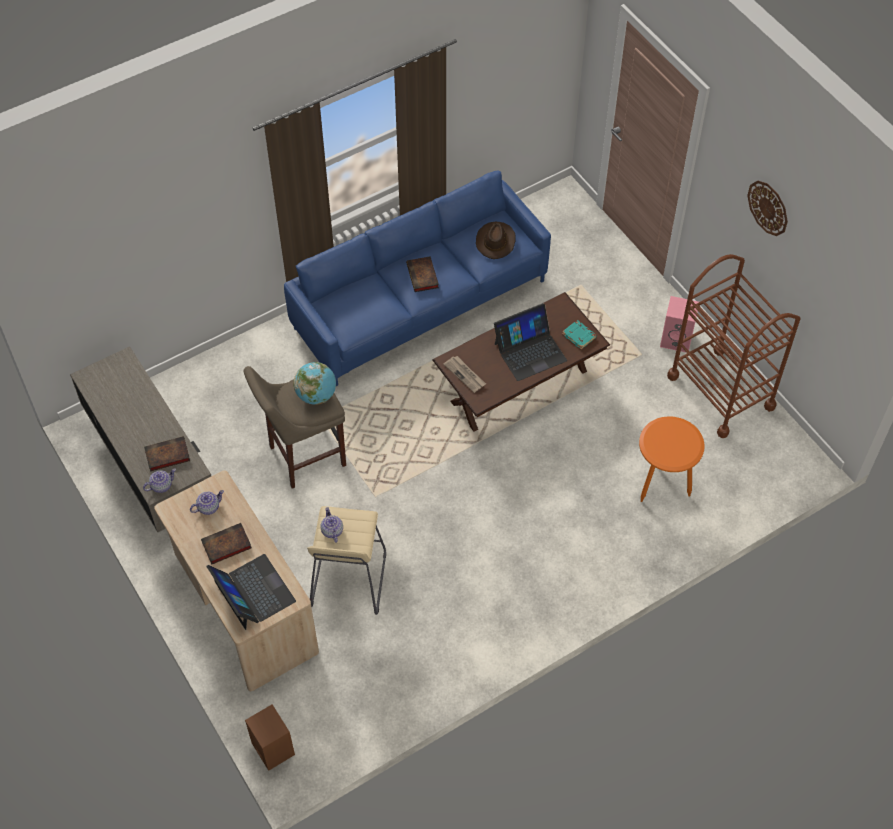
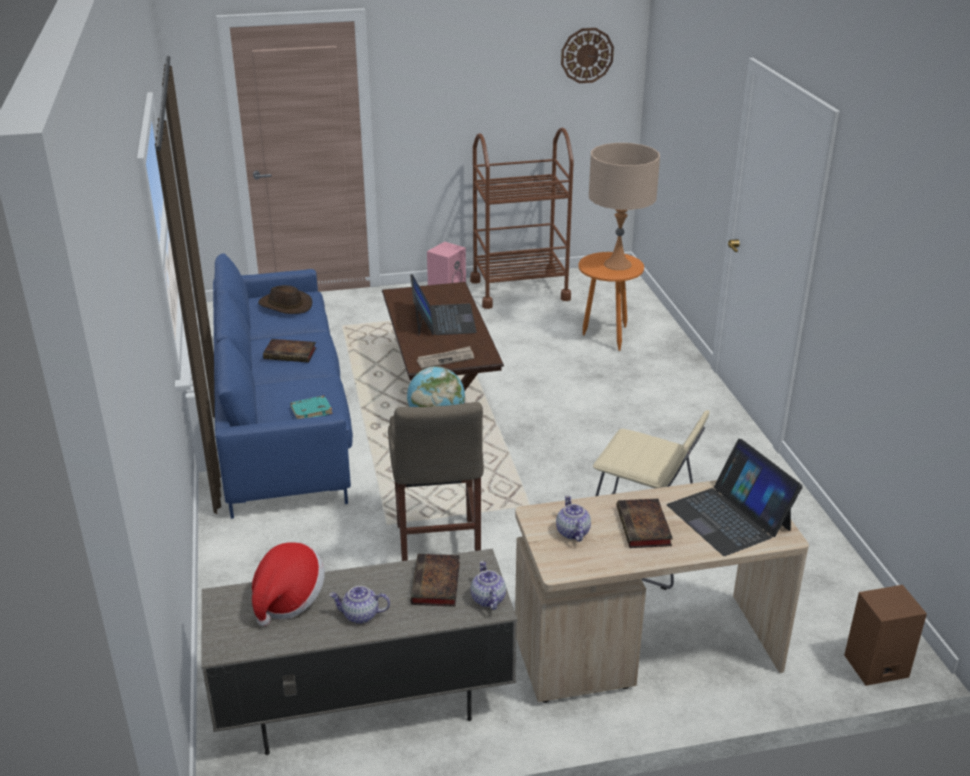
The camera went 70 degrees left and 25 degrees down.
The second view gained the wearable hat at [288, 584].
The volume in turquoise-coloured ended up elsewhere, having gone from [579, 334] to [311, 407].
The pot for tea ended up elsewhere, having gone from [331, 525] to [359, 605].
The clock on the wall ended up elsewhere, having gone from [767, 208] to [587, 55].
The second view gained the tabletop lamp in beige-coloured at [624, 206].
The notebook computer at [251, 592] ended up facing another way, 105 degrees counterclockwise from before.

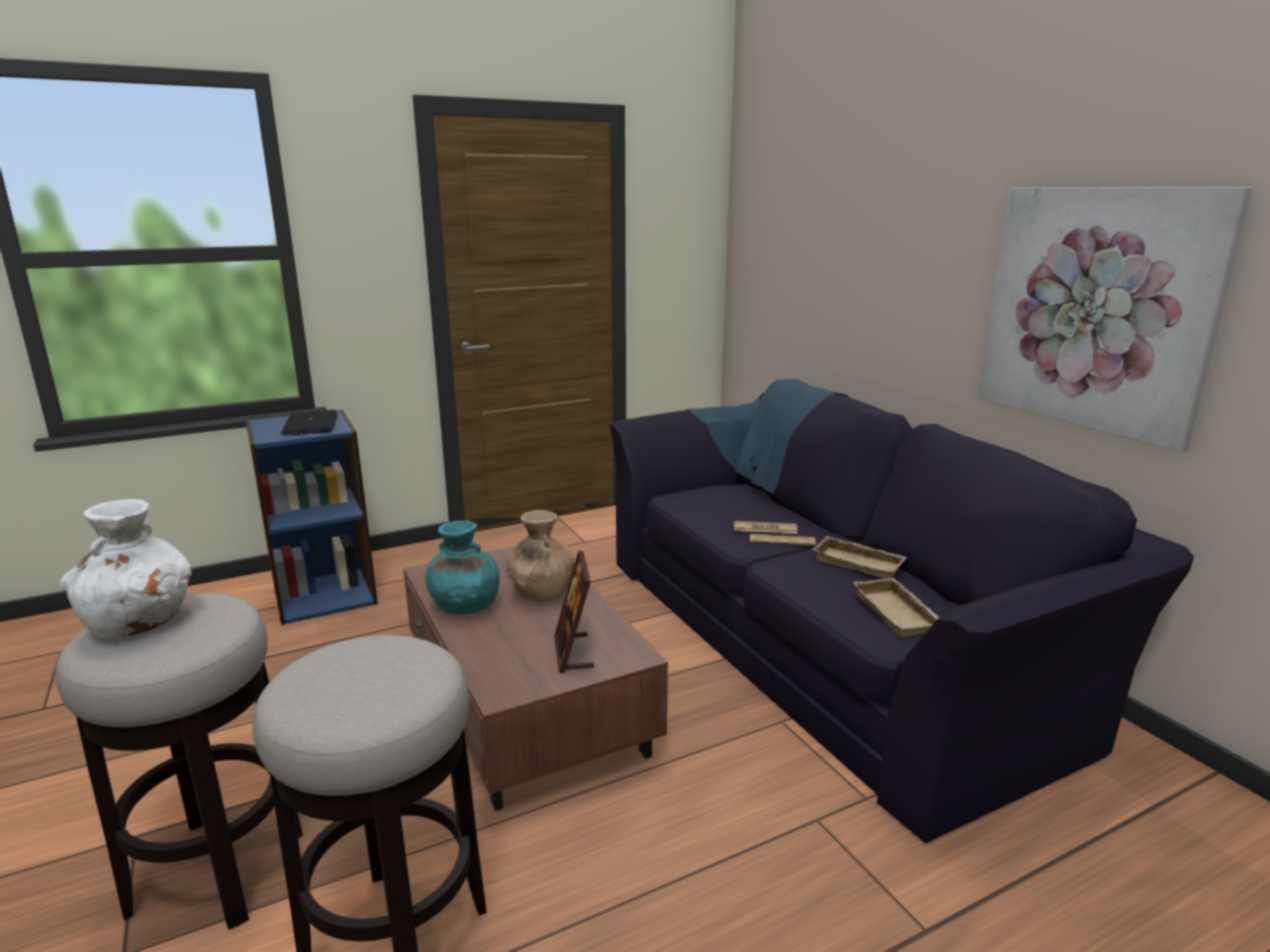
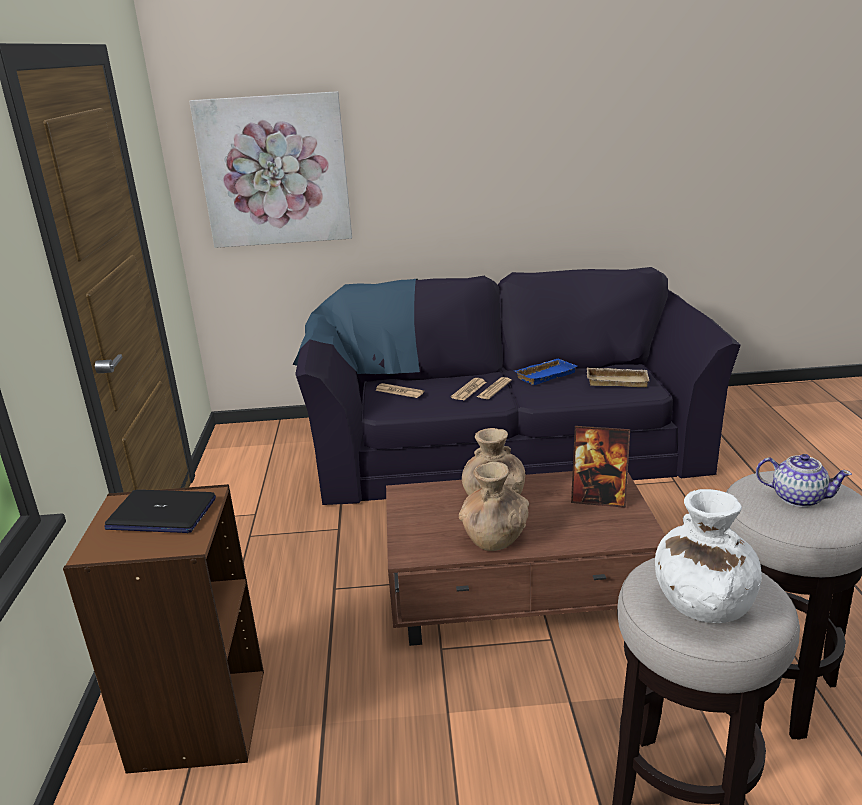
The camera went 65 degrees left and 5 degrees up.
What was the shelving unit in bluish at [312, 517] turned into the shelving unit in brown-coloured at [163, 629].
The wall art ended up elsewhere, having gone from [1115, 319] to [270, 169].
The second view gained the printed paper at [399, 390].
What was the vase in turquoise-coloured at [462, 567] turned into the vase in brown-coloured at [494, 506].
What was the serving tray in beige-coloured at [860, 557] turned into the serving tray in bluish at [546, 372].
The second view gained the pot for tea at [804, 480].

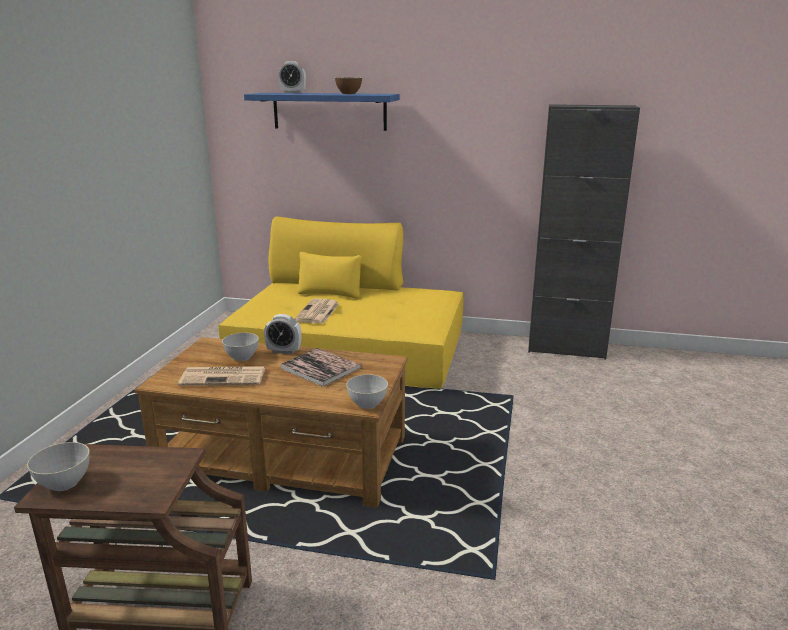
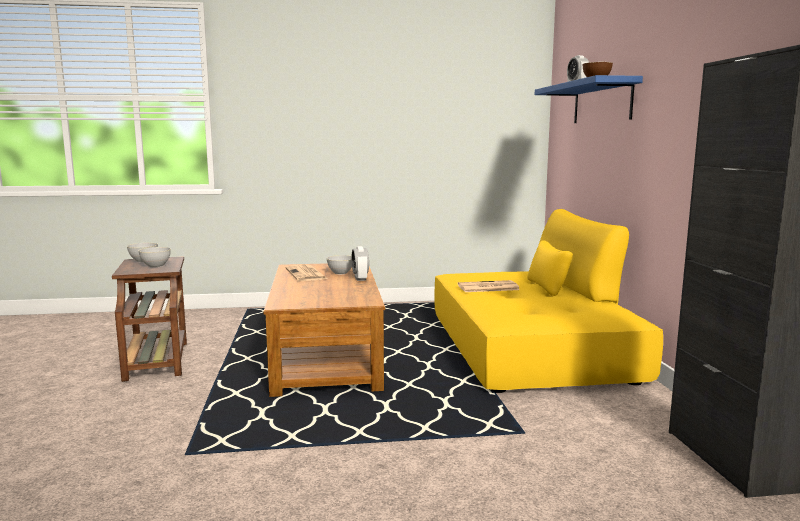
The camera went 70 degrees right and 10 degrees down.
The bowl in greyish ended up elsewhere, having gone from [367, 391] to [154, 257].
The second view lost the volume at [320, 367].

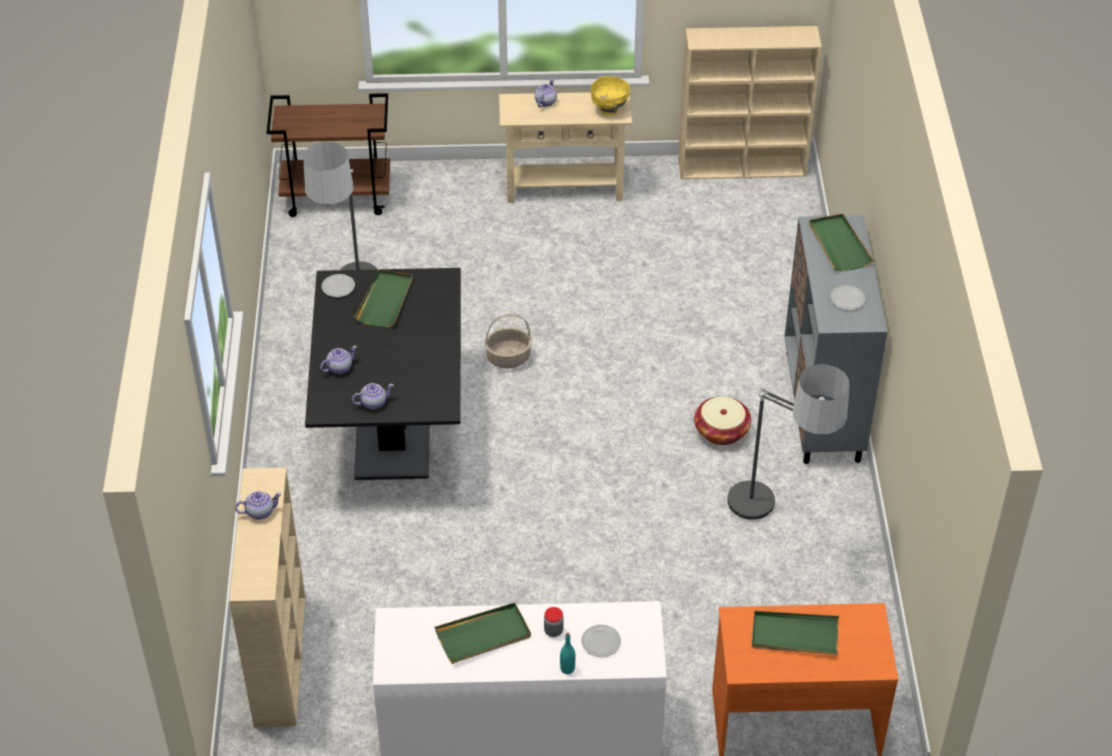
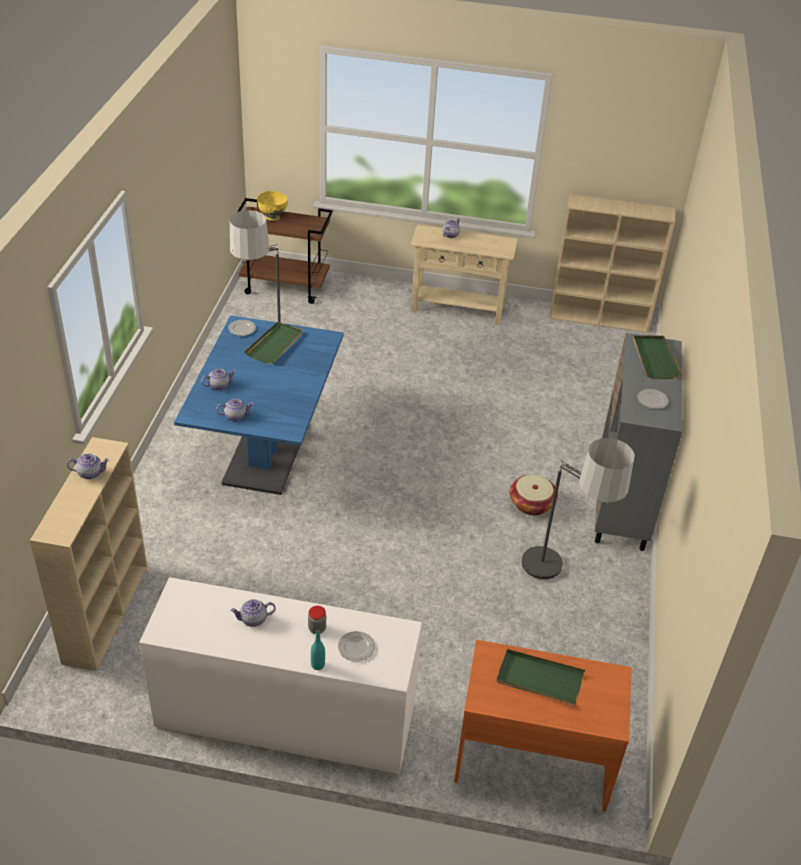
The camera went 10 degrees right and 5 degrees down.
What was the dining table in blackish at [383, 374] turned into the dining table in bluish at [259, 405].
Where the serving tray in green-coloured stood at [483, 633], the pot for tea came to stand at [253, 613].
The bowl in yellow-coloured ended up elsewhere, having gone from [610, 96] to [272, 206].
The second view lost the household basket at [508, 341].

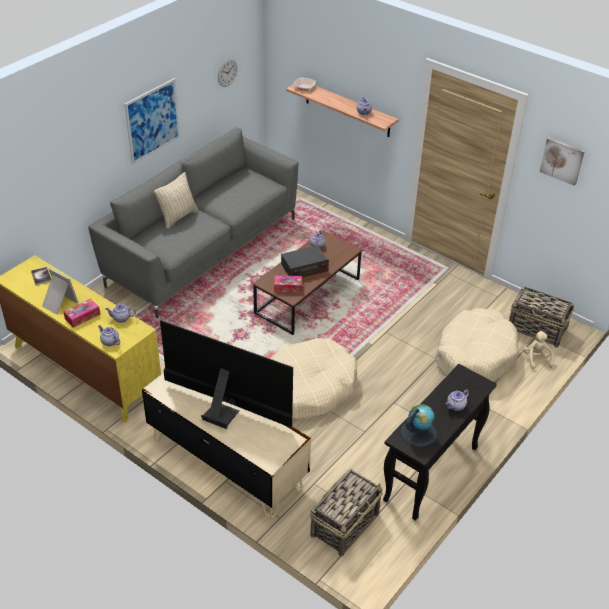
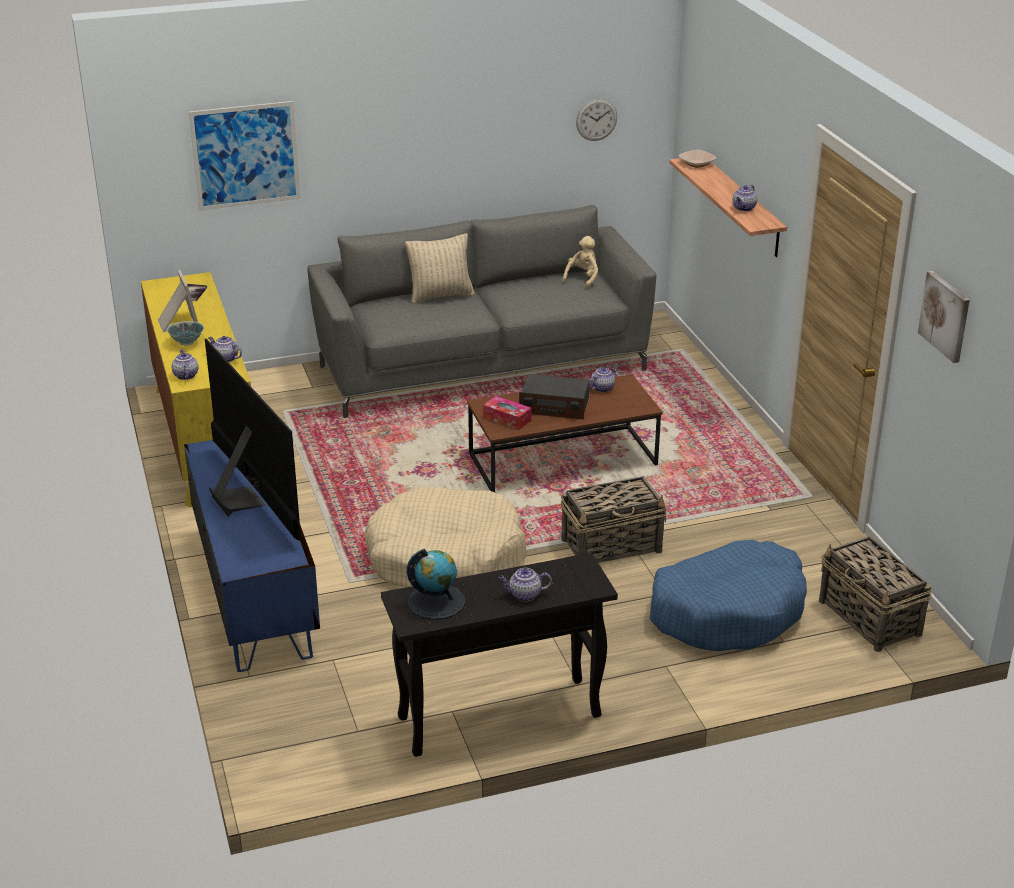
The camera went 35 degrees right and 10 degrees down.
Where the tissue box stood at [81, 313], the bowl came to stand at [185, 333].
What was the tv stand in beige-coloured at [226, 446] turned into the tv stand in bluish at [252, 556].
The wall art ended up elsewhere, having gone from [152, 121] to [244, 156].
The household basket ended up elsewhere, having gone from [346, 512] to [614, 519].
The soft toy in beige-coloured ended up elsewhere, having gone from [538, 350] to [580, 262].
What was the dog bed in beige-coloured at [477, 345] turned into the dog bed in bluish at [728, 595].

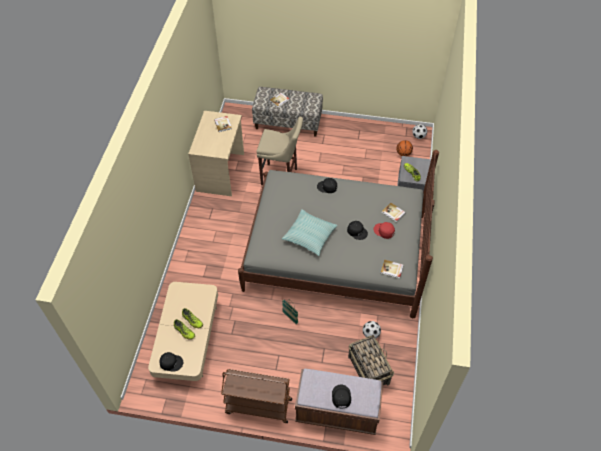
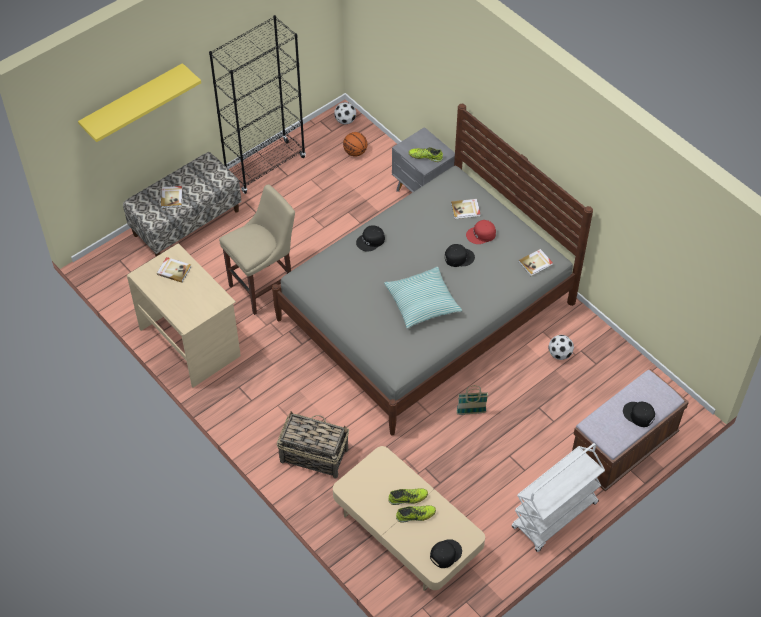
The camera went 50 degrees left and 0 degrees up.
The second view gained the shelf in yellow-coloured at [139, 102].
The second view gained the shelving unit in blackish at [257, 104].
The household basket ended up elsewhere, having gone from [371, 360] to [313, 445].
What was the wheeled cart in brown-coloured at [256, 396] turned into the wheeled cart in white-coloured at [558, 497].

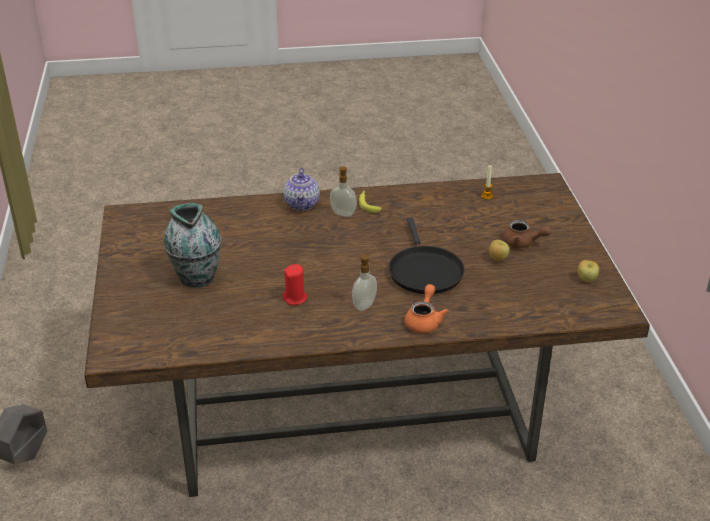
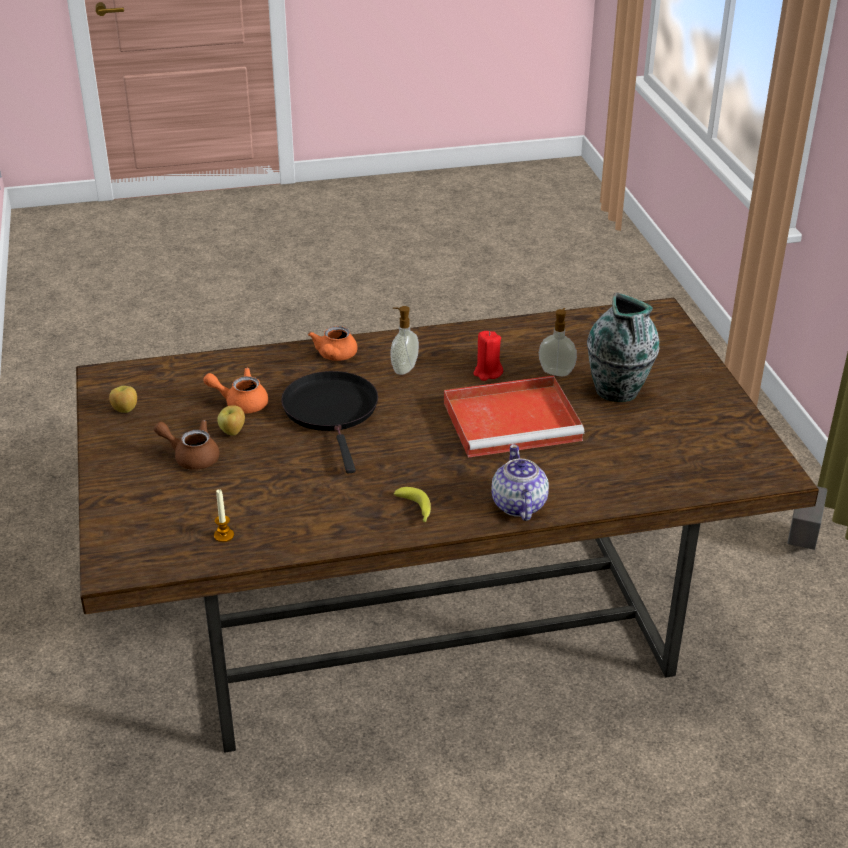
The camera went 175 degrees right and 0 degrees up.
The second view gained the pot for tea in orangey at [235, 390].
The second view gained the serving tray in reddish at [514, 416].
The soap dispenser ended up elsewhere, having gone from [343, 191] to [558, 342].

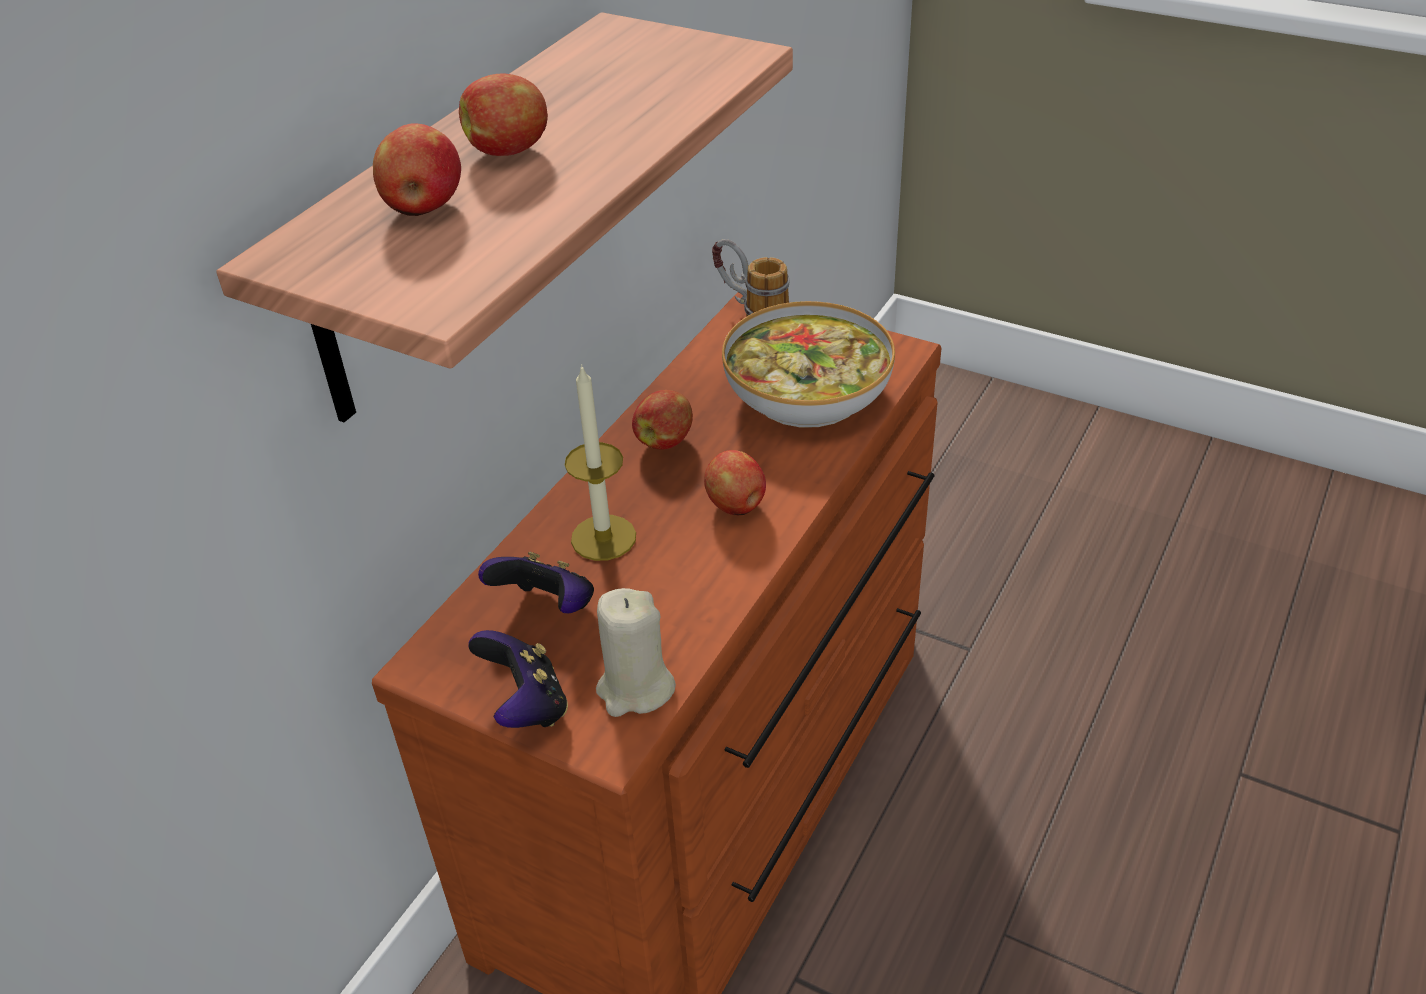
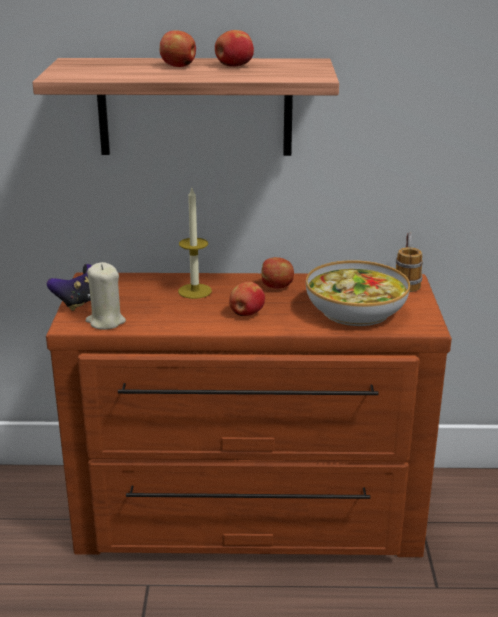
The camera went 60 degrees right and 15 degrees down.
The whole apple ended up elsewhere, having gone from [417, 169] to [234, 48].
The second view lost the game controller at [536, 583].

